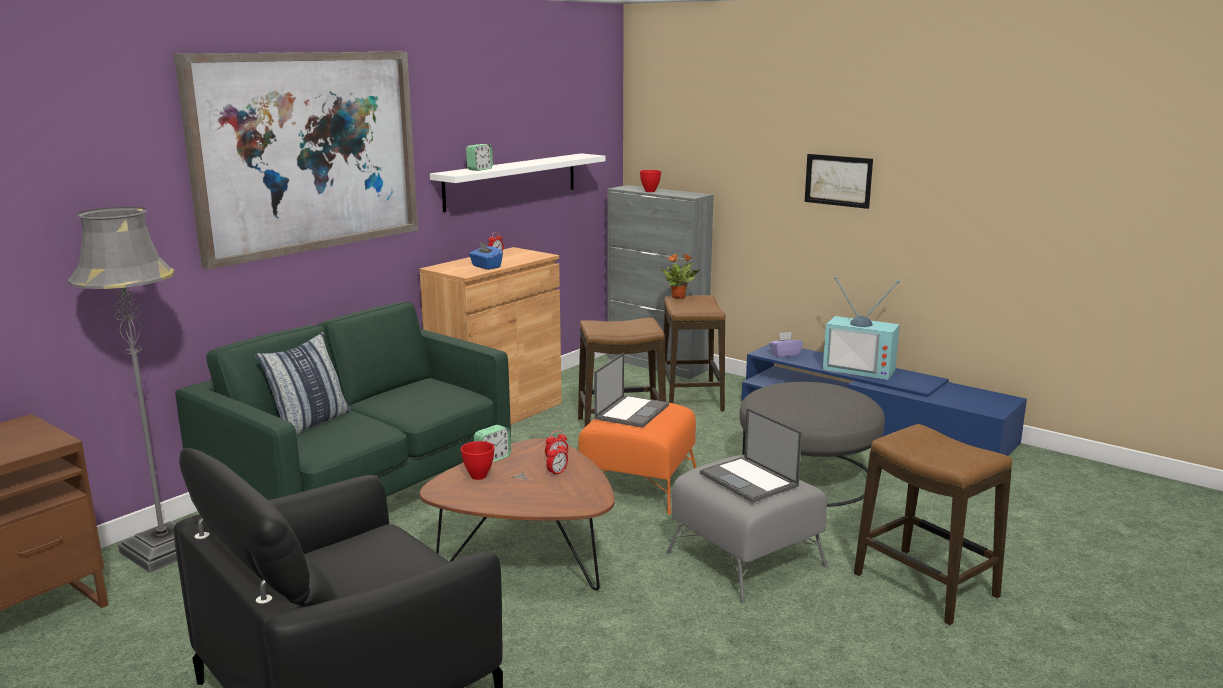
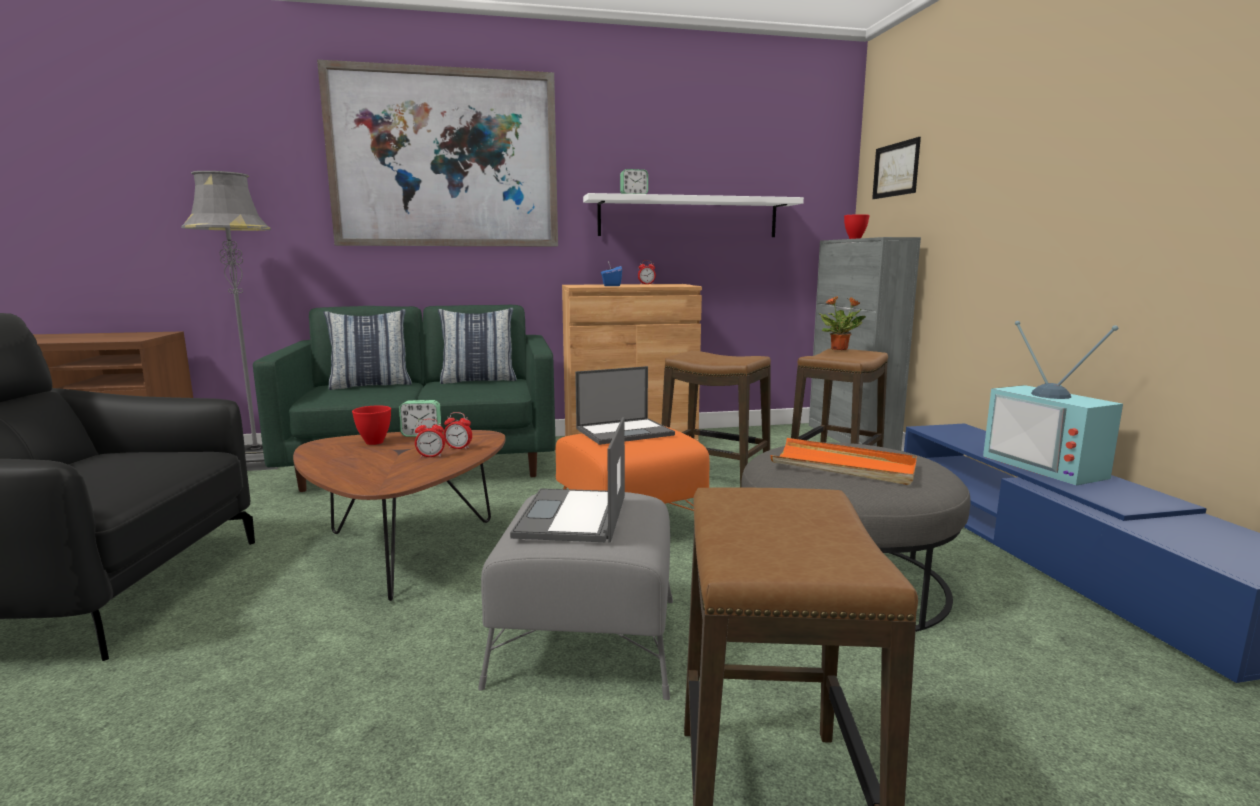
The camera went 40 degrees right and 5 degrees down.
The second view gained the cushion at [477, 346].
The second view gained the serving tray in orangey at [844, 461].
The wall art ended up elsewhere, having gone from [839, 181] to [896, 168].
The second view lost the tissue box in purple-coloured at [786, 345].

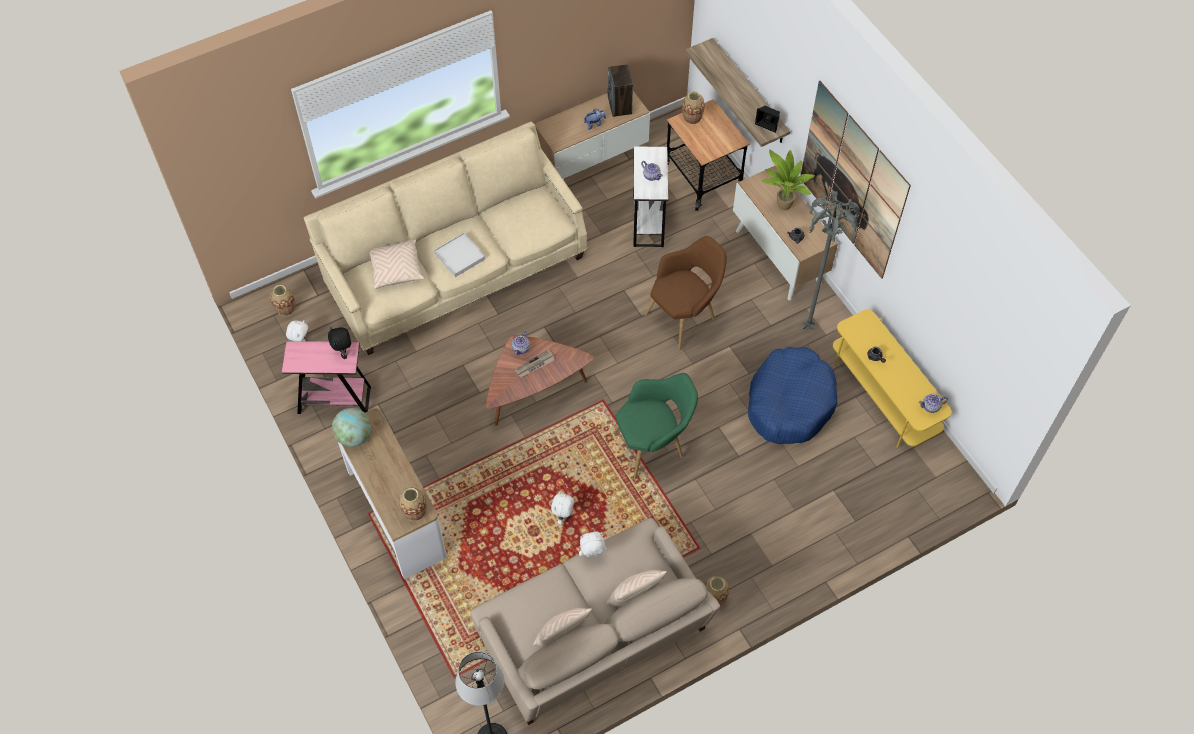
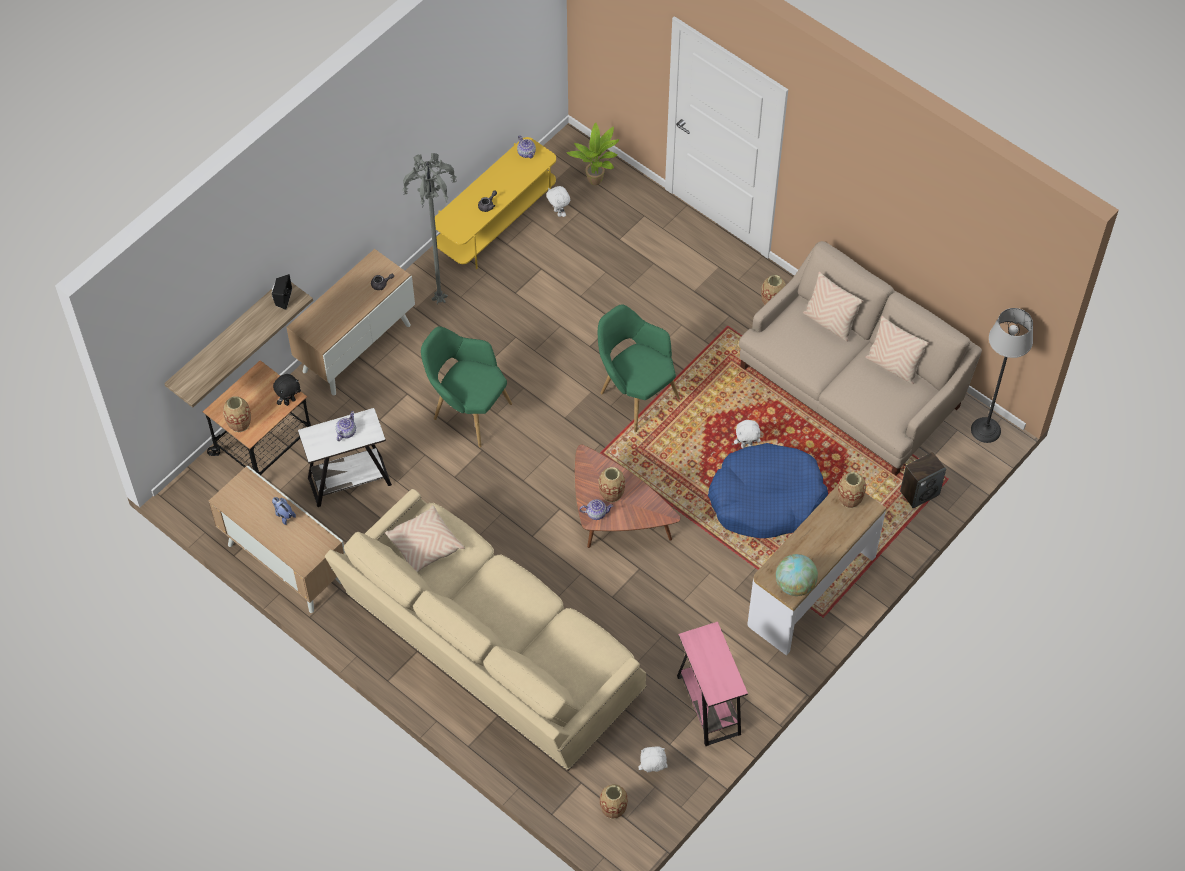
The camera went 110 degrees left and 0 degrees up.
The soft toy in blackish ended up elsewhere, having gone from [339, 343] to [287, 390].
The cushion in beige-coloured ended up elsewhere, having gone from [396, 264] to [425, 538].
What was the armchair in brown-coloured at [686, 293] turned into the armchair in green-coloured at [466, 387].
The soft toy in white-coloured ended up elsewhere, having gone from [592, 544] to [558, 201].
The houseplant ended up elsewhere, having gone from [788, 180] to [592, 154].
Where the printed paper stood at [535, 364], the vase came to stand at [611, 484].
The dog bed in bluish ended up elsewhere, having gone from [792, 395] to [768, 490].
The audio speaker ended up elsewhere, having gone from [620, 90] to [923, 480].
The second view lost the serving tray in white-coloured at [459, 255].
The second view lost the wall art at [856, 180].

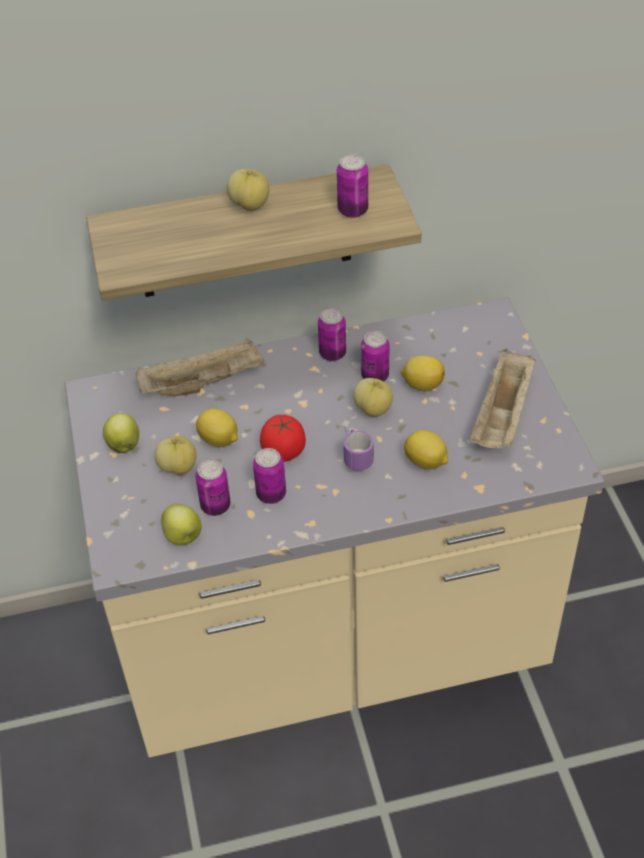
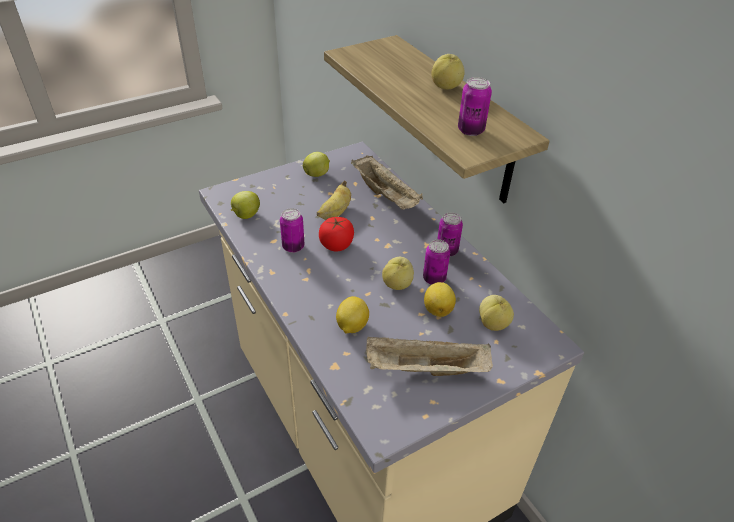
The camera went 70 degrees right and 5 degrees down.
Where the lemon stood at [216, 427], the banana came to stand at [334, 200].
The whole apple ended up elsewhere, having gone from [176, 455] to [496, 313].
The second view lost the sealed can at [213, 488].
The second view lost the mug at [358, 449].

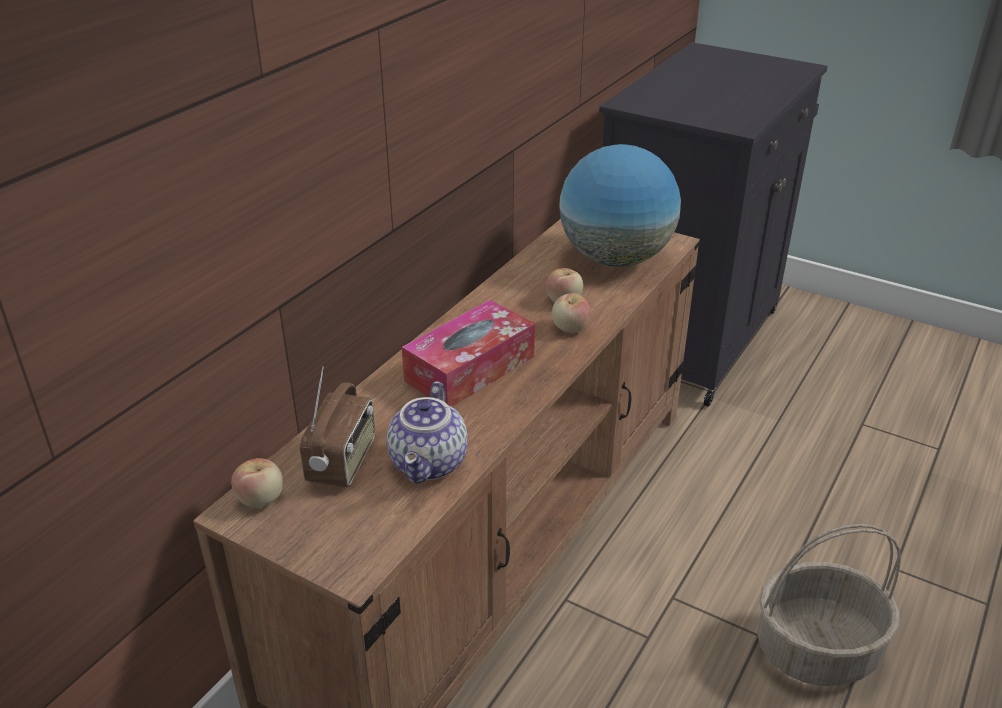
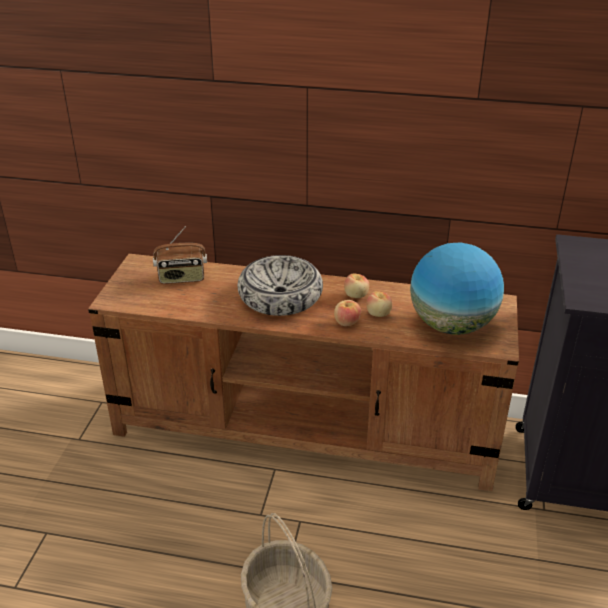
The camera went 70 degrees right and 0 degrees up.
Where the tissue box stood at [468, 353], the bowl came to stand at [280, 285].
The whole apple ended up elsewhere, having gone from [257, 483] to [356, 285].
The second view lost the pot for tea at [427, 432].

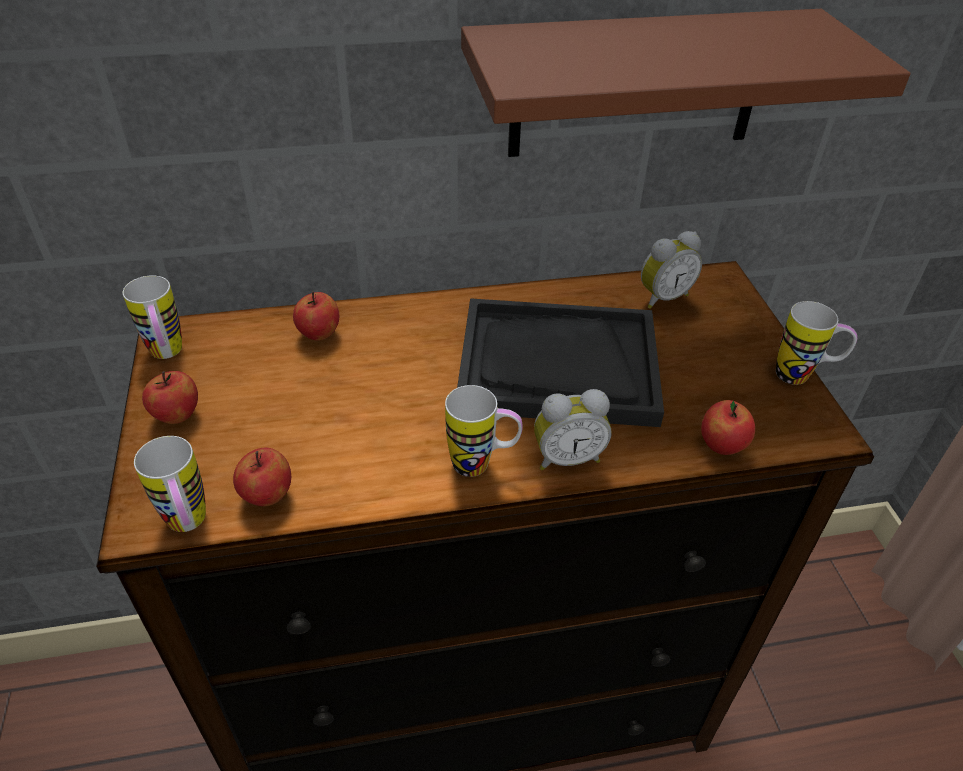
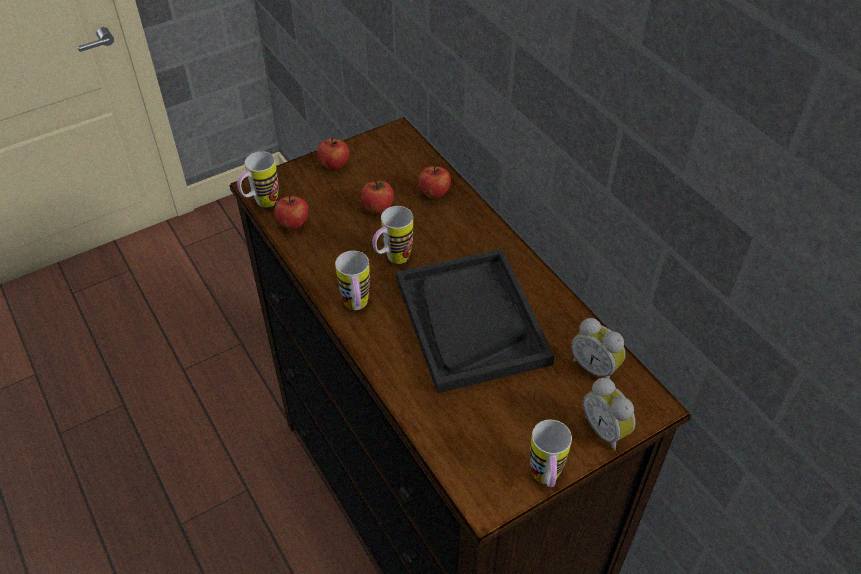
The camera went 70 degrees right and 5 degrees up.
The whole apple ended up elsewhere, having gone from [728, 427] to [377, 197].
The mug ended up elsewhere, having gone from [152, 317] to [392, 235].
The bedside clock ended up elsewhere, having gone from [573, 429] to [609, 414].
The second view lost the shelf in brown-coloured at [686, 83].

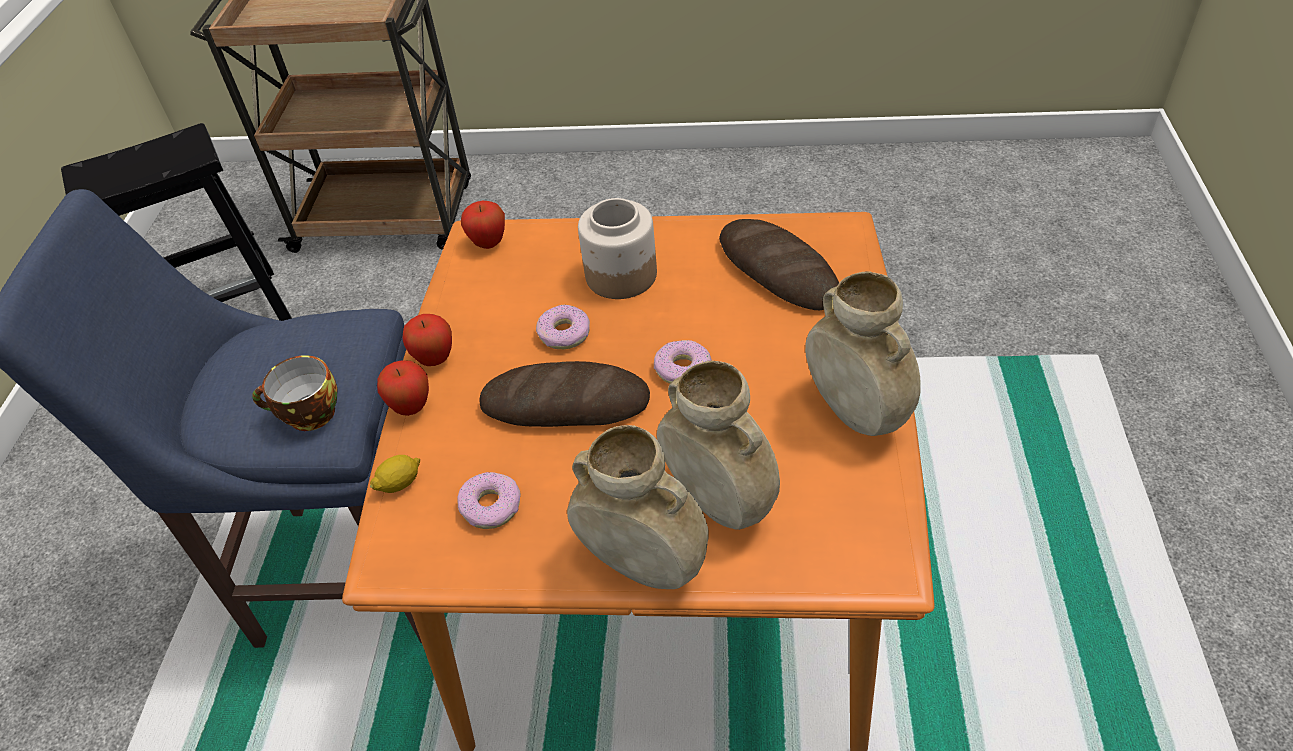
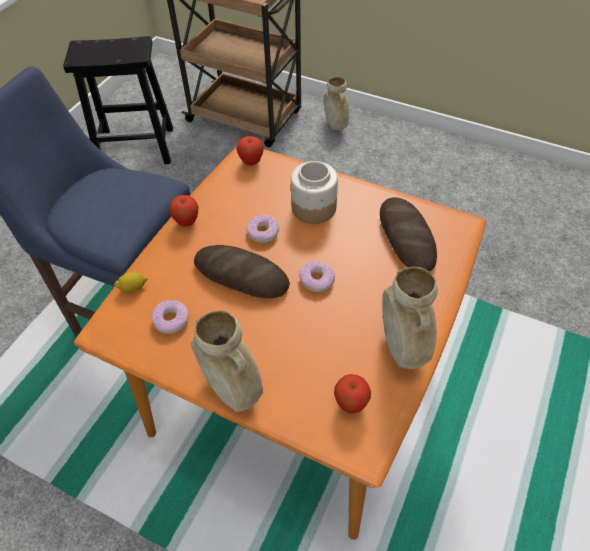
The camera went 20 degrees right and 5 degrees up.
The vase in beige-coloured ended up elsewhere, having gone from [718, 445] to [336, 103].
The whole apple ended up elsewhere, having gone from [403, 388] to [352, 393].
The second view lost the small cup at [295, 393].

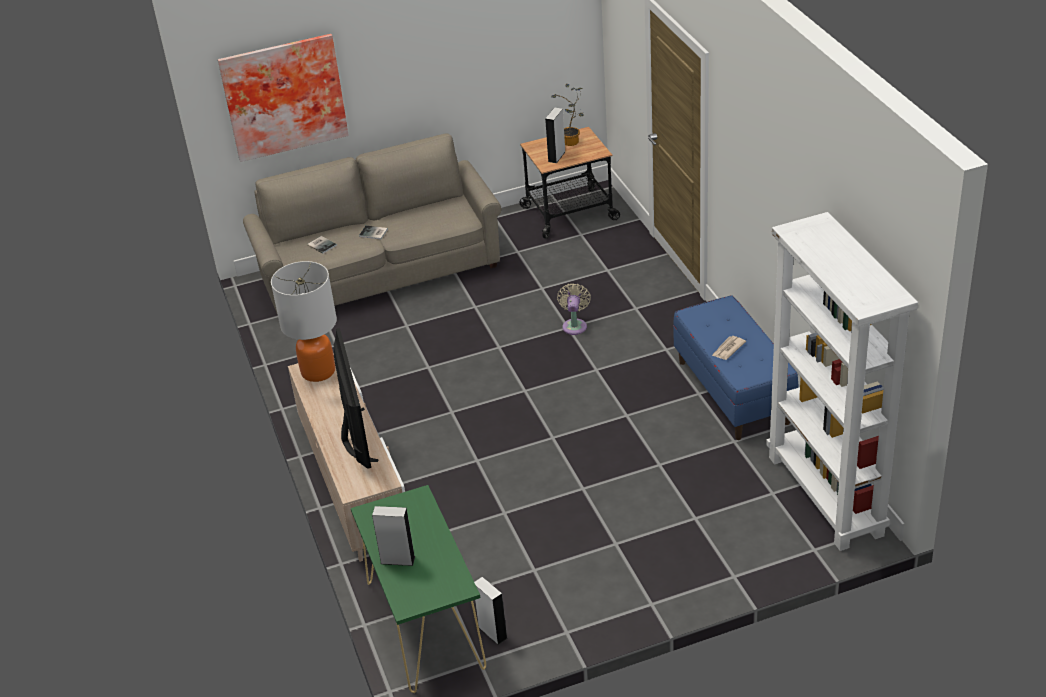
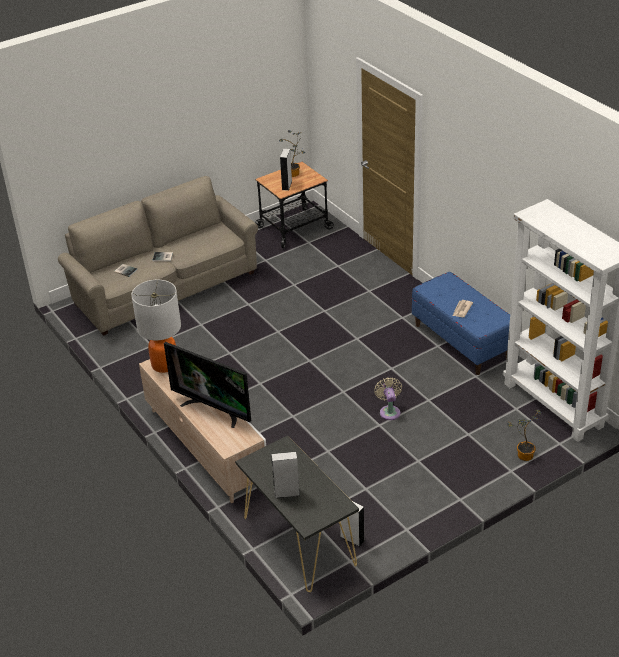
The camera went 15 degrees left and 0 degrees up.
The television at [356, 398] ended up facing another way, 150 degrees clockwise from before.
What was the hall table in green-coloured at [418, 589] turned into the hall table in blackish at [297, 513].
The fan in beige-coloured ended up elsewhere, having gone from [574, 309] to [388, 398].
The second view gained the houseplant at [524, 435].
The second view lost the wall art at [283, 98].

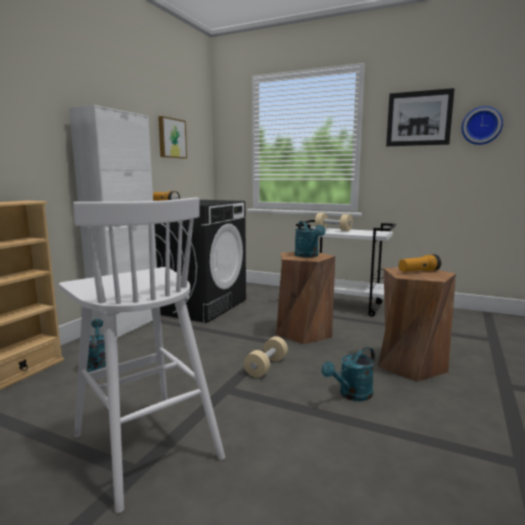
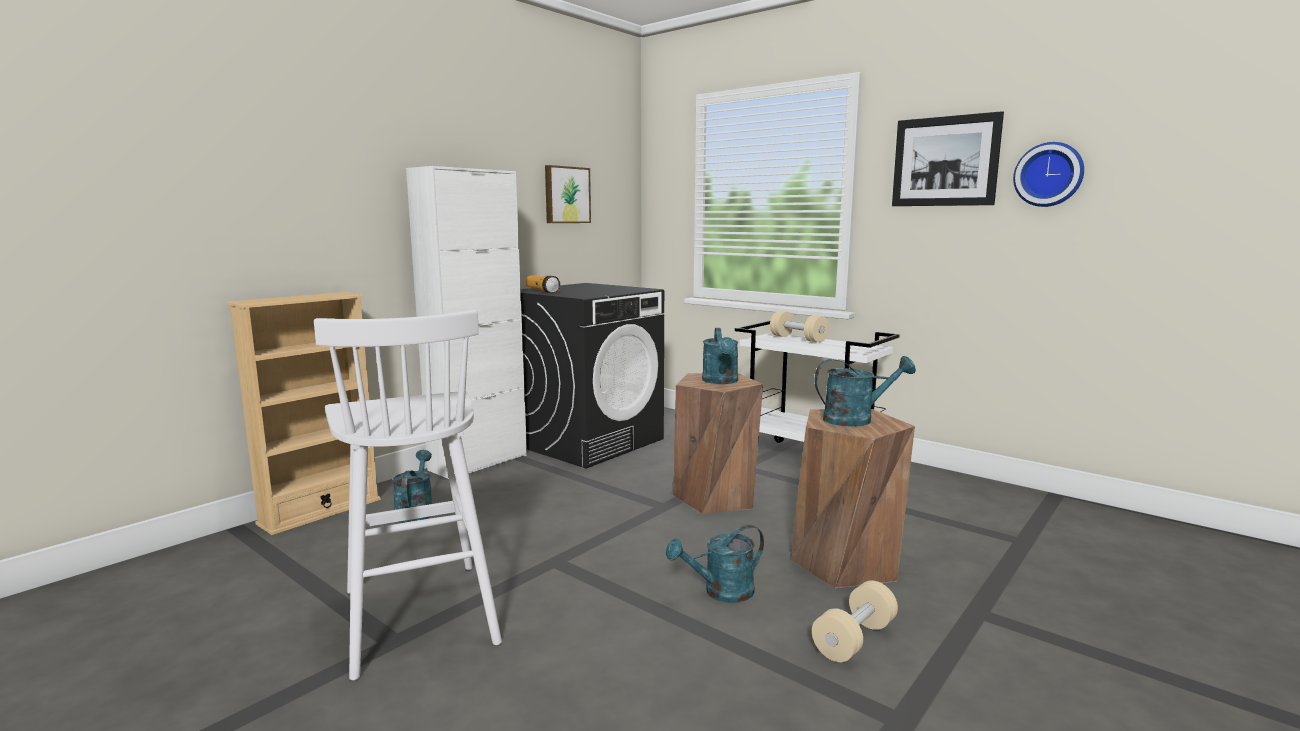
The camera went 15 degrees right and 0 degrees up.
The dumbbell in beige-coloured ended up elsewhere, having gone from [266, 357] to [855, 621].
Where the flashlight stood at [420, 263], the watering pot in turquoise-coloured came to stand at [865, 391].

